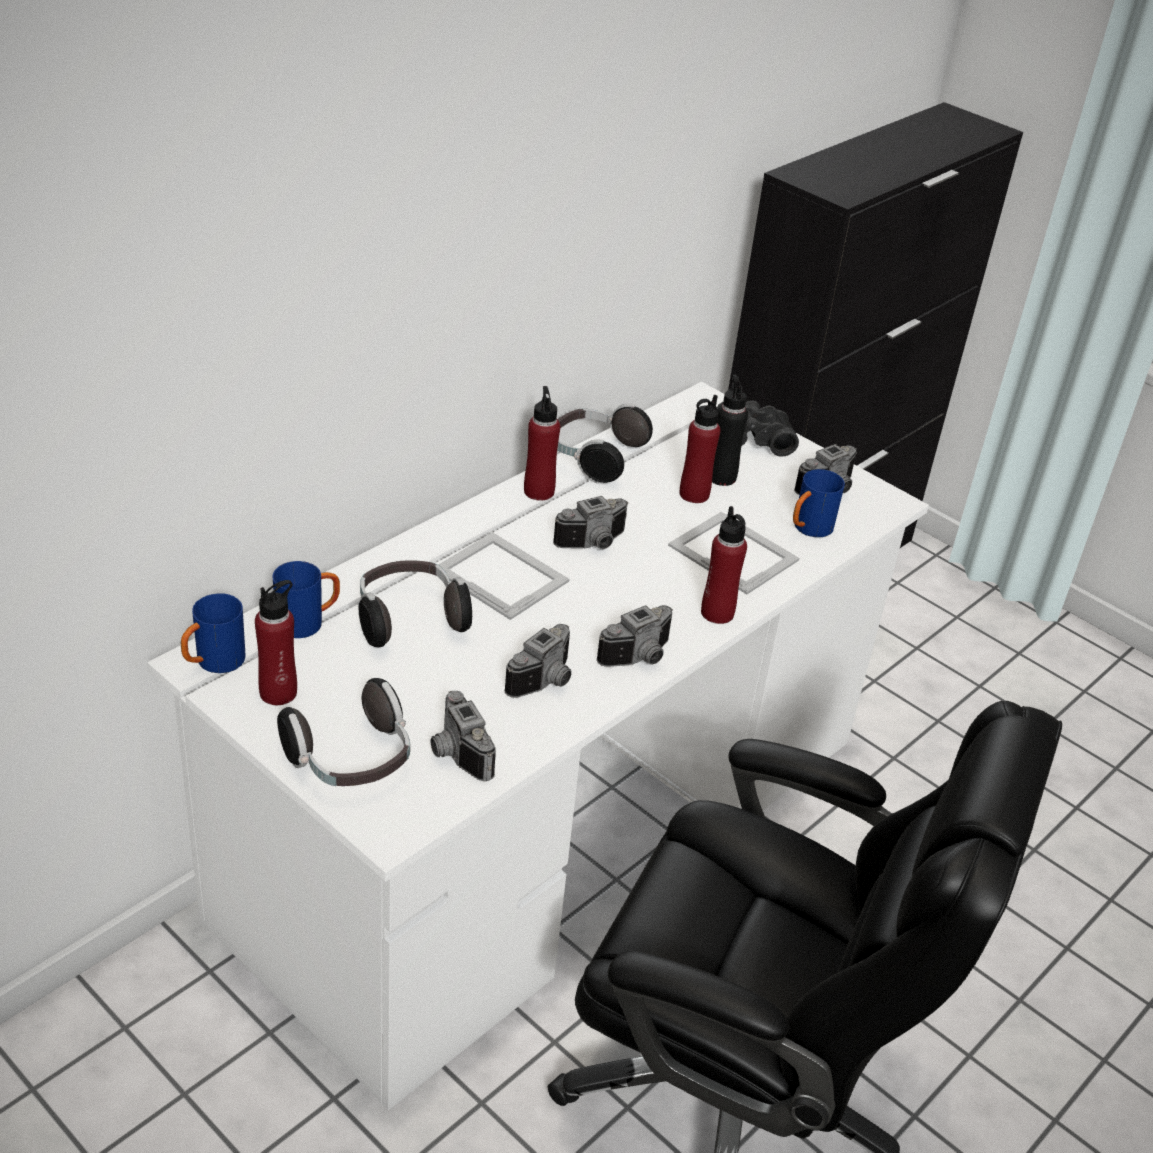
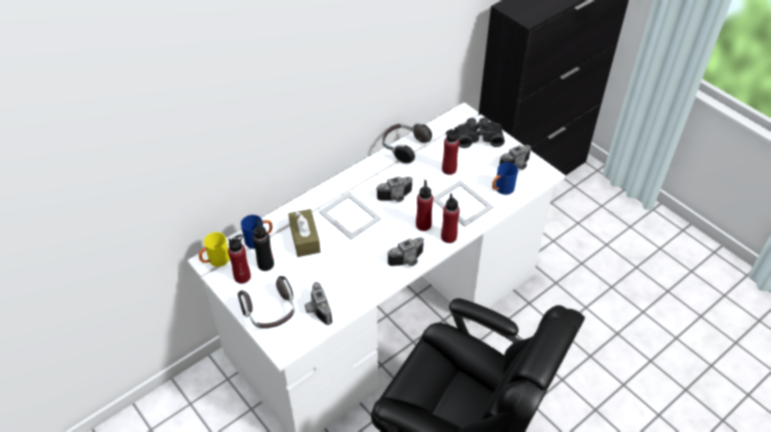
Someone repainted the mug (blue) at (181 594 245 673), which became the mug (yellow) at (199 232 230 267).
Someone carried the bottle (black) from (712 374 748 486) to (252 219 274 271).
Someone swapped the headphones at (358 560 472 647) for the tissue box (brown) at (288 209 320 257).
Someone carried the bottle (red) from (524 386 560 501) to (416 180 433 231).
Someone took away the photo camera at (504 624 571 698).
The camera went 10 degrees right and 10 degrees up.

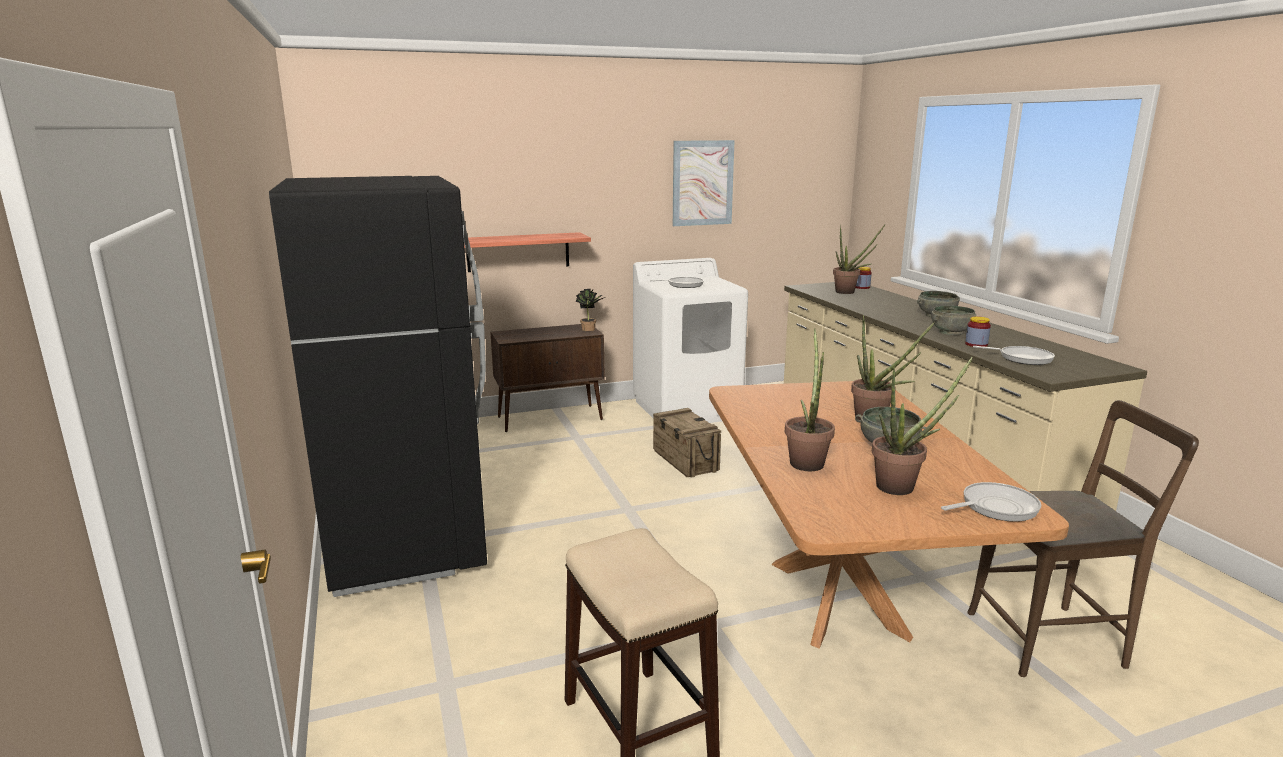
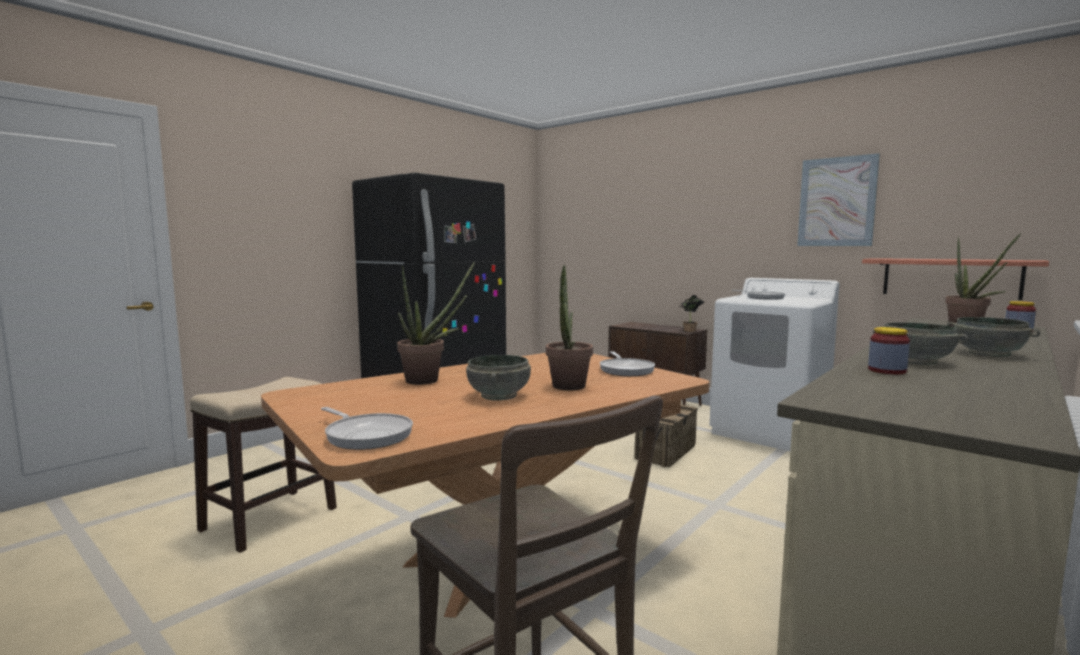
Someone carried the frying pan from (973 346 1055 365) to (600 351 655 376).
Someone carried the shelf from (464 232 591 272) to (862 258 1049 300).
Someone took away the potted plant at (872 357 973 495).
The camera went 60 degrees right and 10 degrees down.

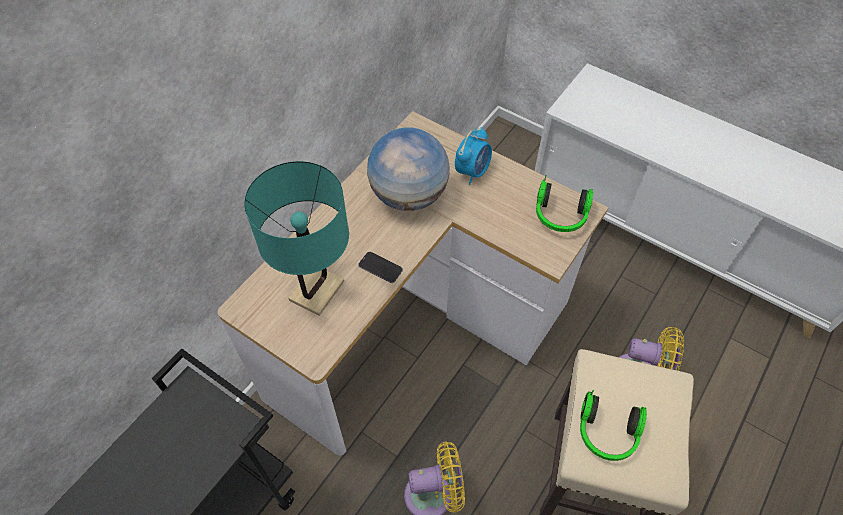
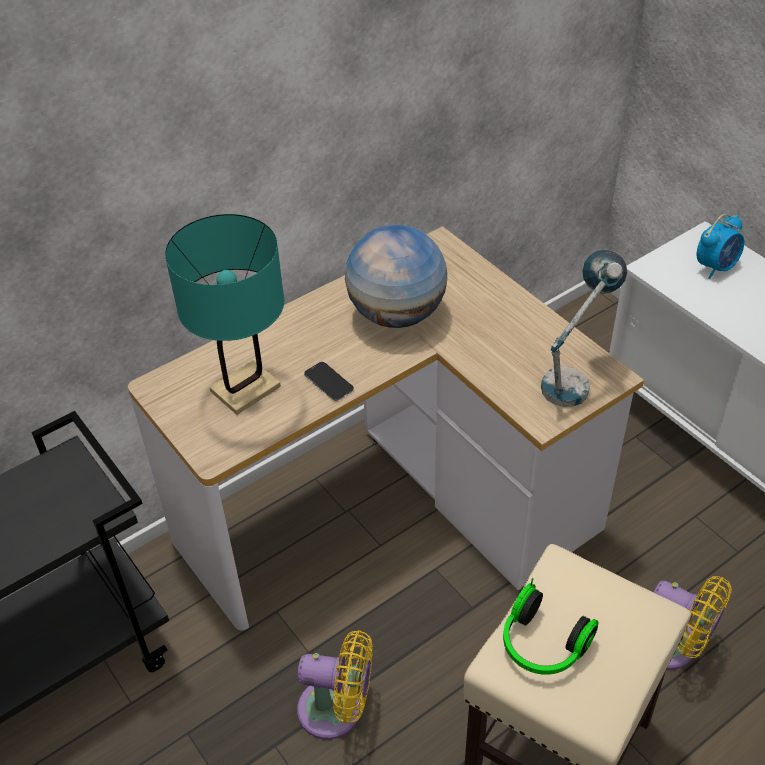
Someone swapped the headphones at (536 175 593 232) for the table lamp at (541 249 627 407).
Someone carried the alarm clock from (455 127 492 185) to (697 214 744 279).
The camera went 20 degrees right and 10 degrees down.

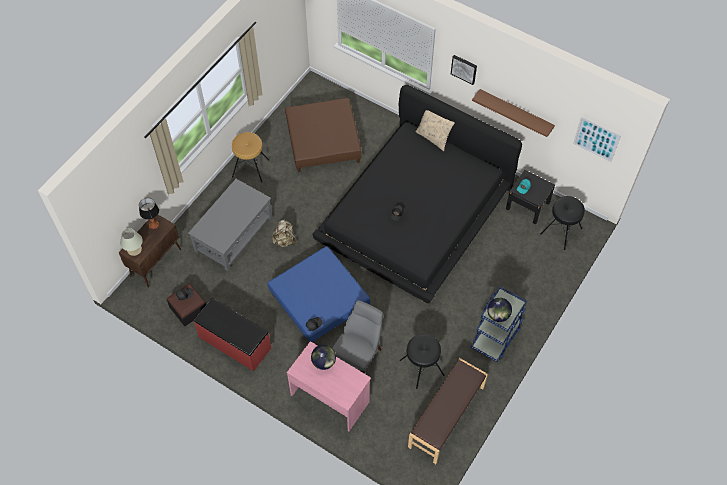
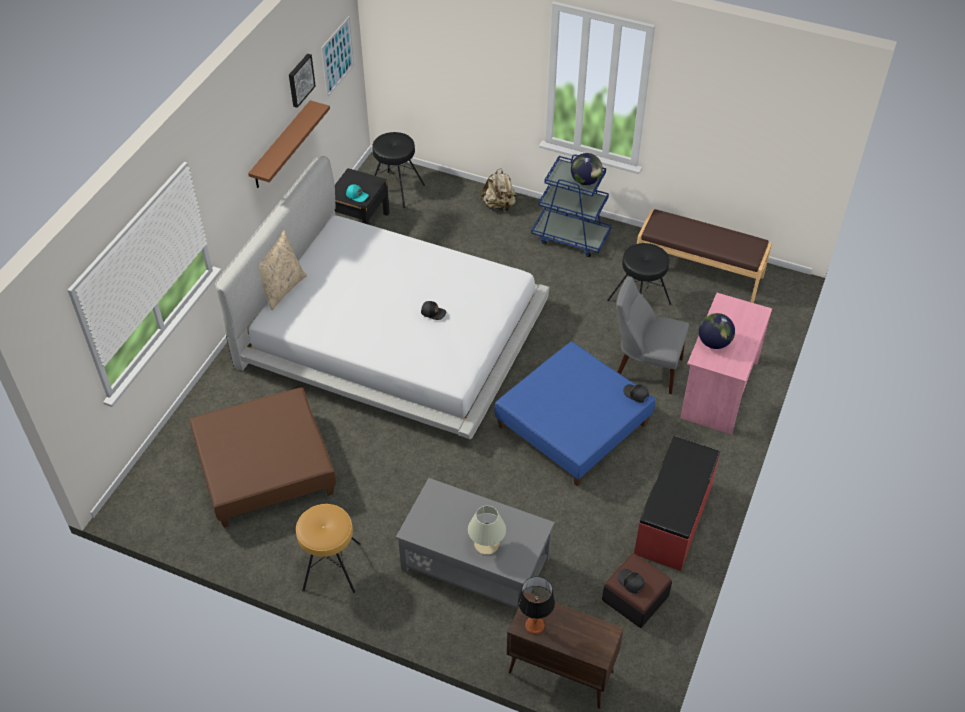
Someone repainted the bed (black) at (312 85 522 303), which became the bed (white) at (215 156 549 439).
Someone carried the picture from (451 55 477 85) to (289 54 316 108).
Someone carried the table lamp (beige) from (120 228 143 256) to (468 506 506 555).
Someone carried the backpack (beige) from (272 220 296 247) to (480 168 517 212).
The camera went 100 degrees left and 10 degrees down.

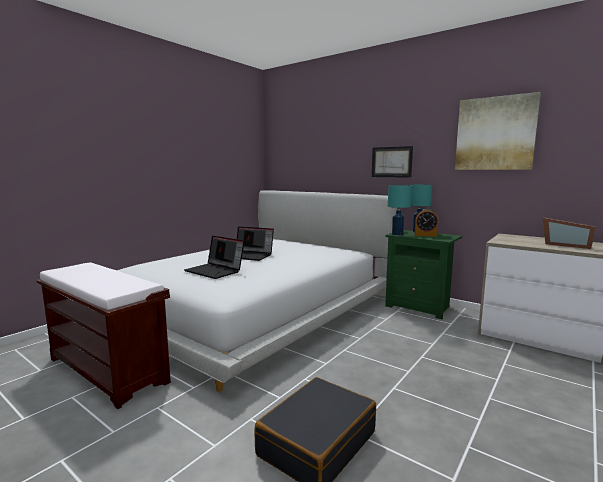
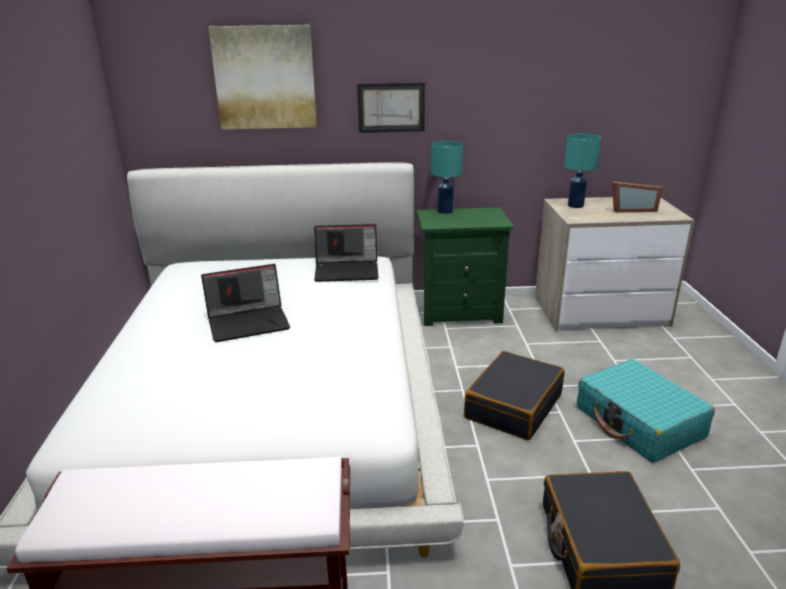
Someone carried the picture from (455 92 541 170) to (208 25 317 130).
Someone carried the laptop from (184 236 244 279) to (314 224 379 282).
Someone put down the suitcase (black) at (464 351 565 440).
Someone carried the table lamp (turquoise) from (388 185 412 236) to (564 133 601 208).
Someone put down the suitcase (turquoise) at (577 359 715 463).
Someone took away the alarm clock at (414 209 438 237).
The camera went 40 degrees left and 15 degrees up.

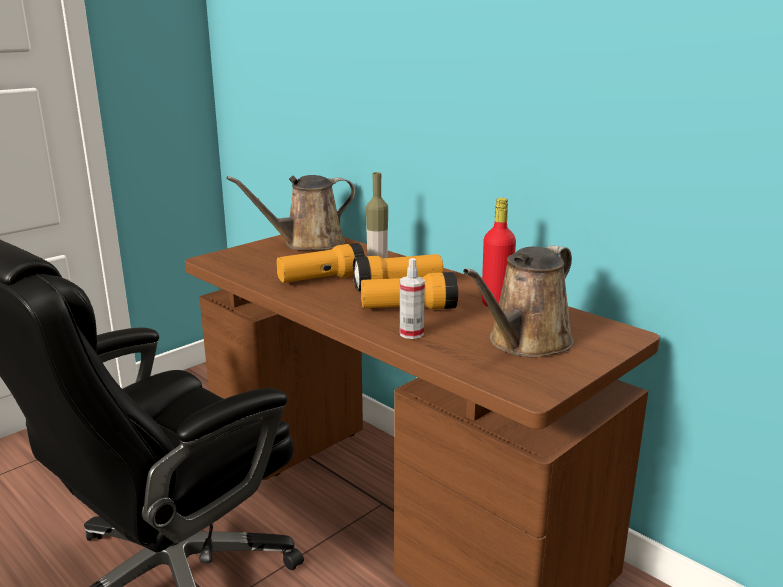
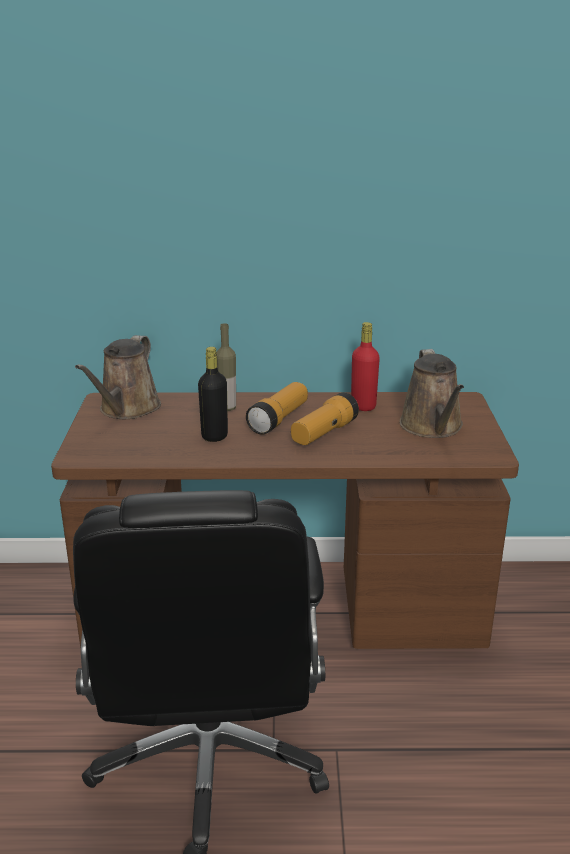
Someone swapped the flashlight at (276 243 365 283) for the bottle (black) at (198 347 228 442).
Someone took away the spray bottle at (400 258 425 339).
The camera went 45 degrees left and 5 degrees up.

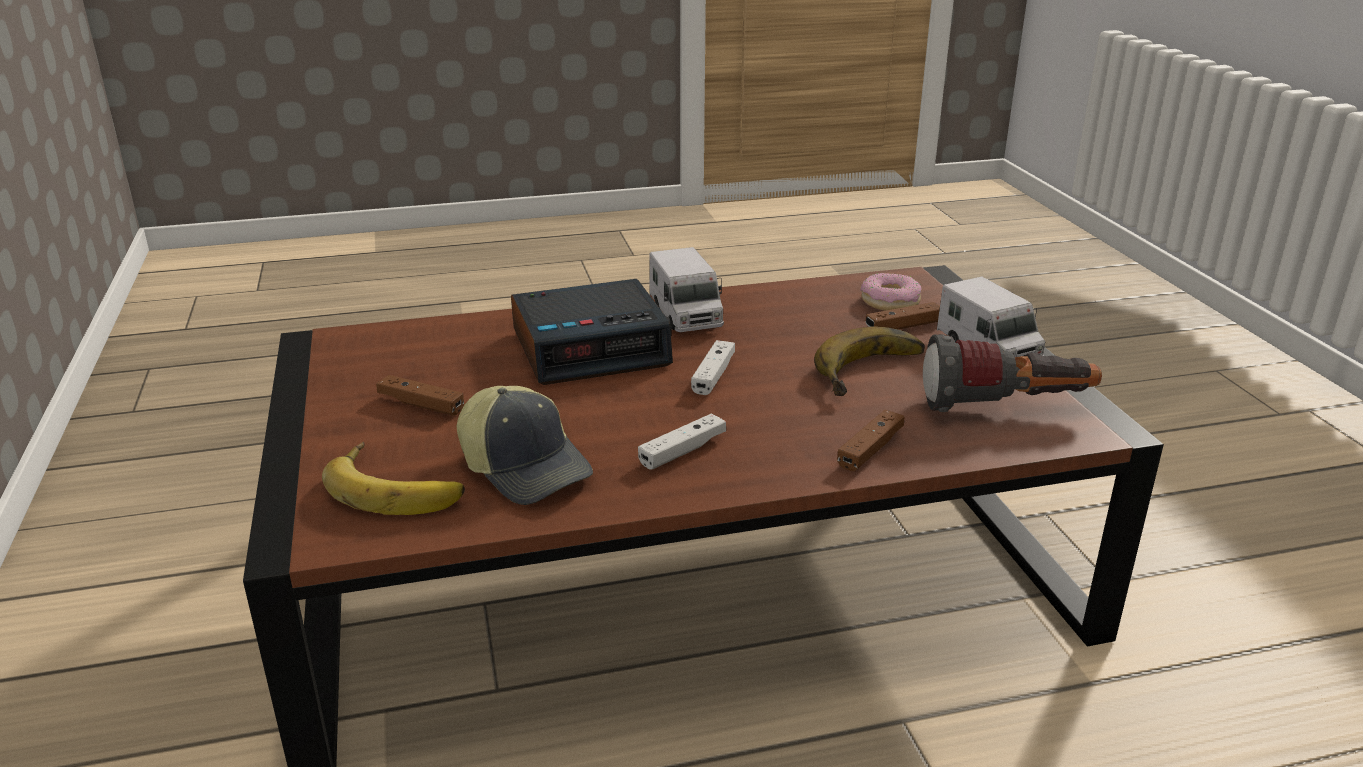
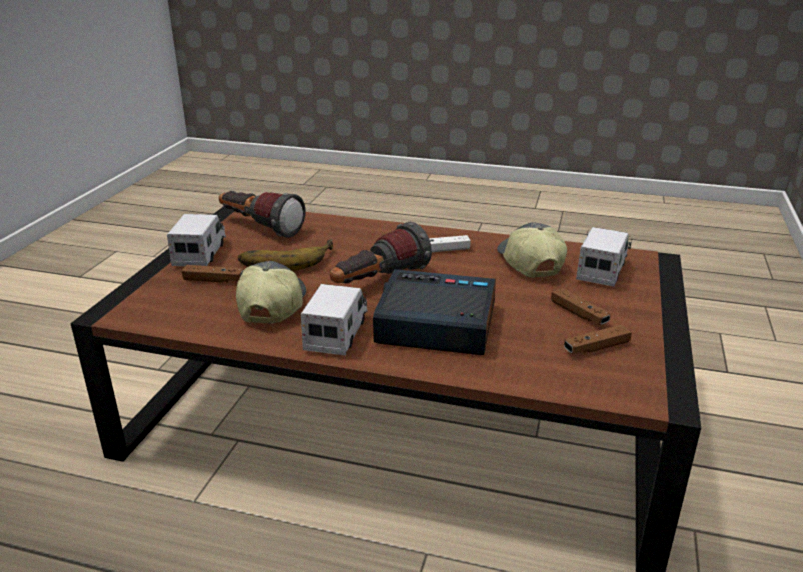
Someone put down the cap at (236 261 306 324).
Someone swapped the game controller (white) at (691 340 735 395) for the flashlight at (330 222 432 283).
Someone carried the game controller (brown) from (837 409 905 471) to (564 325 632 354).
Someone swapped the banana at (322 442 465 515) for the toy truck at (576 227 632 287).
Someone took away the donut at (860 273 922 311).
The camera went 150 degrees left and 0 degrees up.

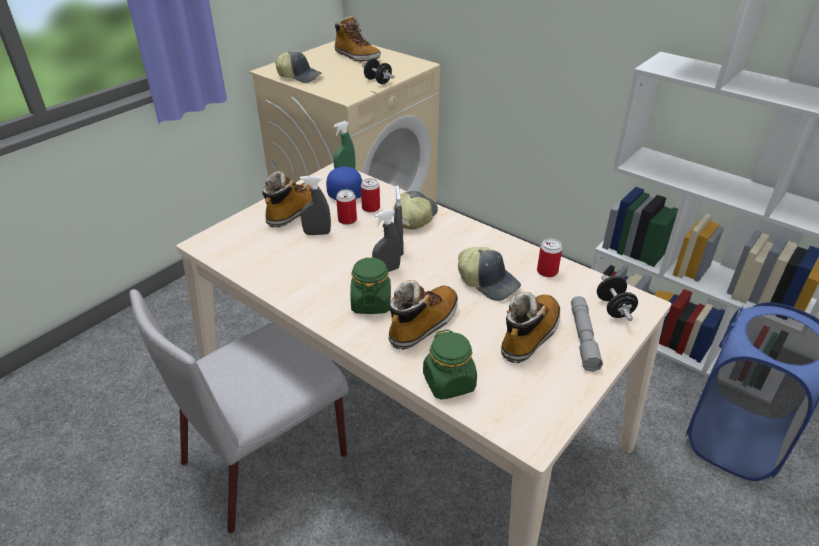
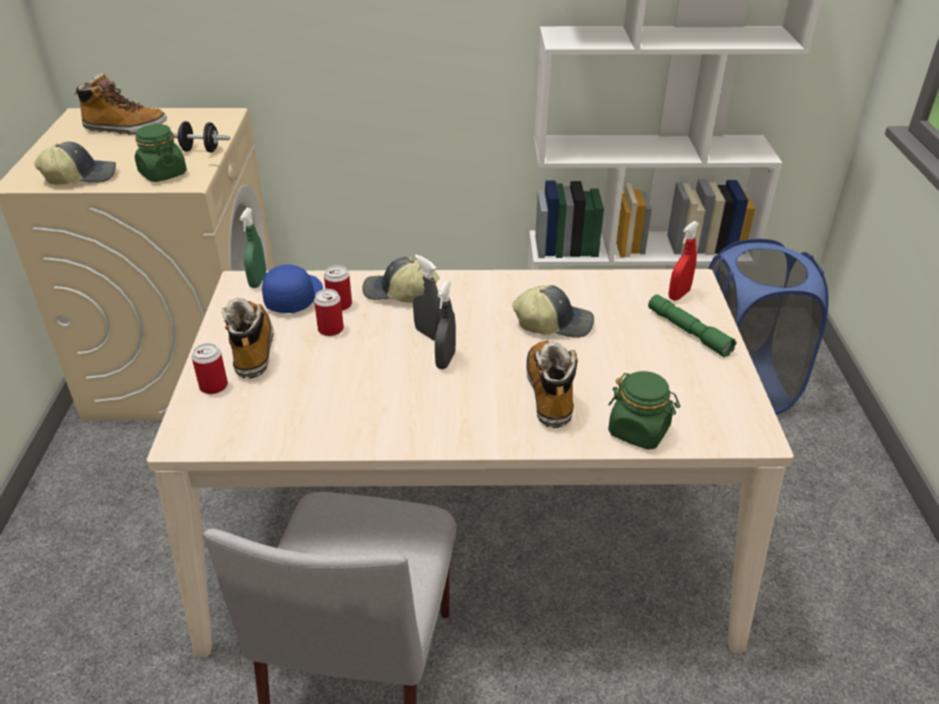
Someone carried the jar (green) from (350 257 391 314) to (135 124 187 182).
Someone carried the can from (537 239 562 277) to (192 343 228 394).
Someone rotated the cap at (393 191 438 229) by 60 degrees counterclockwise.
Someone repainted the flashlight (grey) at (571 296 603 372), which became the flashlight (green) at (648 294 736 357).
Someone swapped the dumbbell (black) at (597 275 638 321) for the spray bottle (red) at (669 221 699 301).
Someone took away the spray bottle (grey) at (300 176 331 235).
Someone took away the boot at (501 292 560 363).
The camera went 40 degrees left and 0 degrees up.

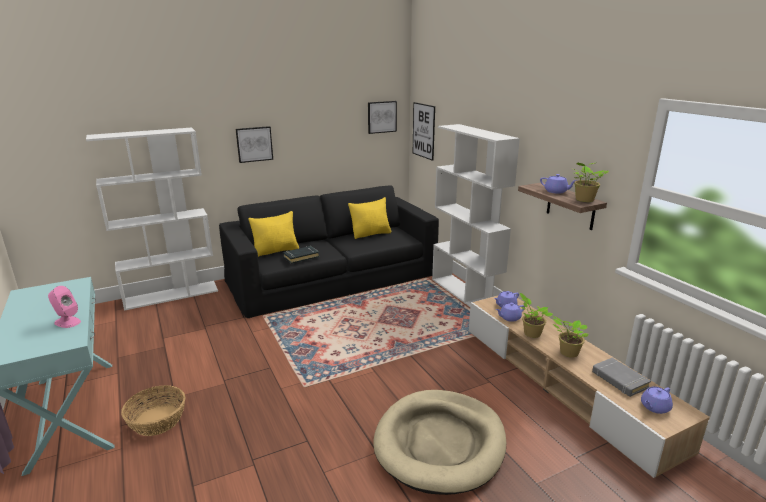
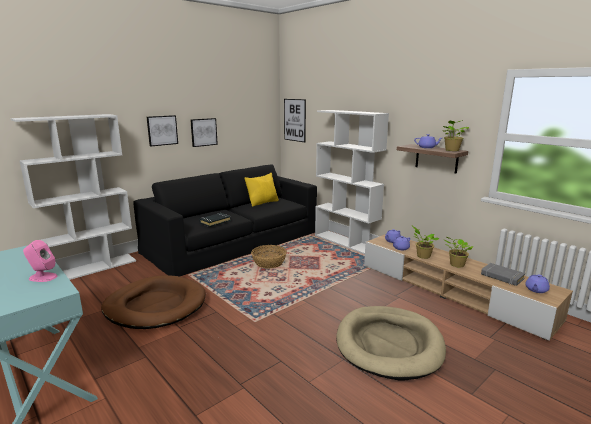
Someone put down the dog bed (brown) at (101 275 206 329).
Someone carried the picture from (368 101 397 134) to (190 118 218 147).
Someone carried the basket from (121 385 185 436) to (251 245 287 268).
Someone took away the pillow (yellow) at (248 211 299 257).
The camera went 15 degrees left and 5 degrees down.

